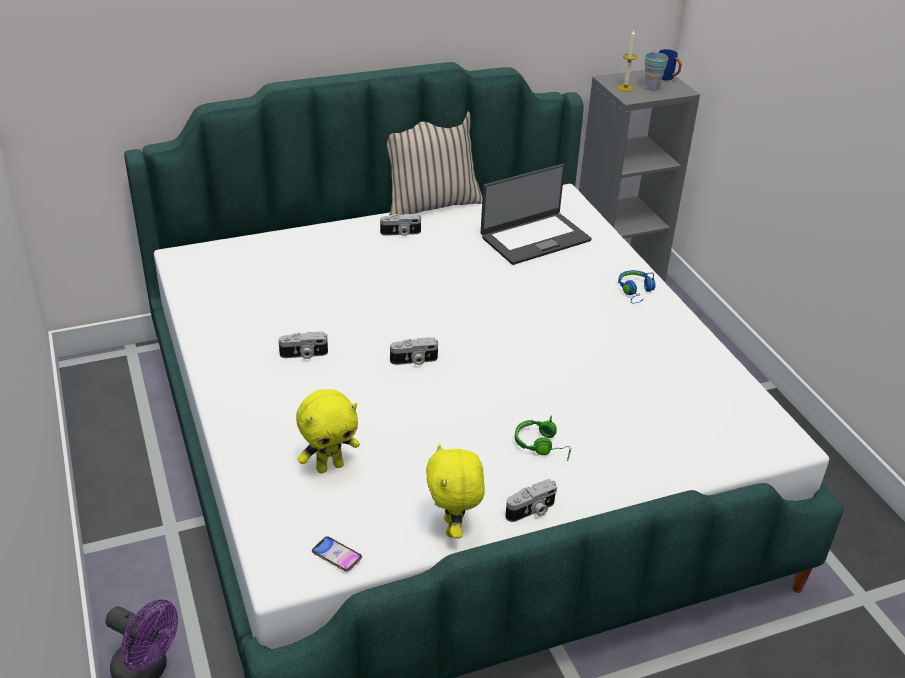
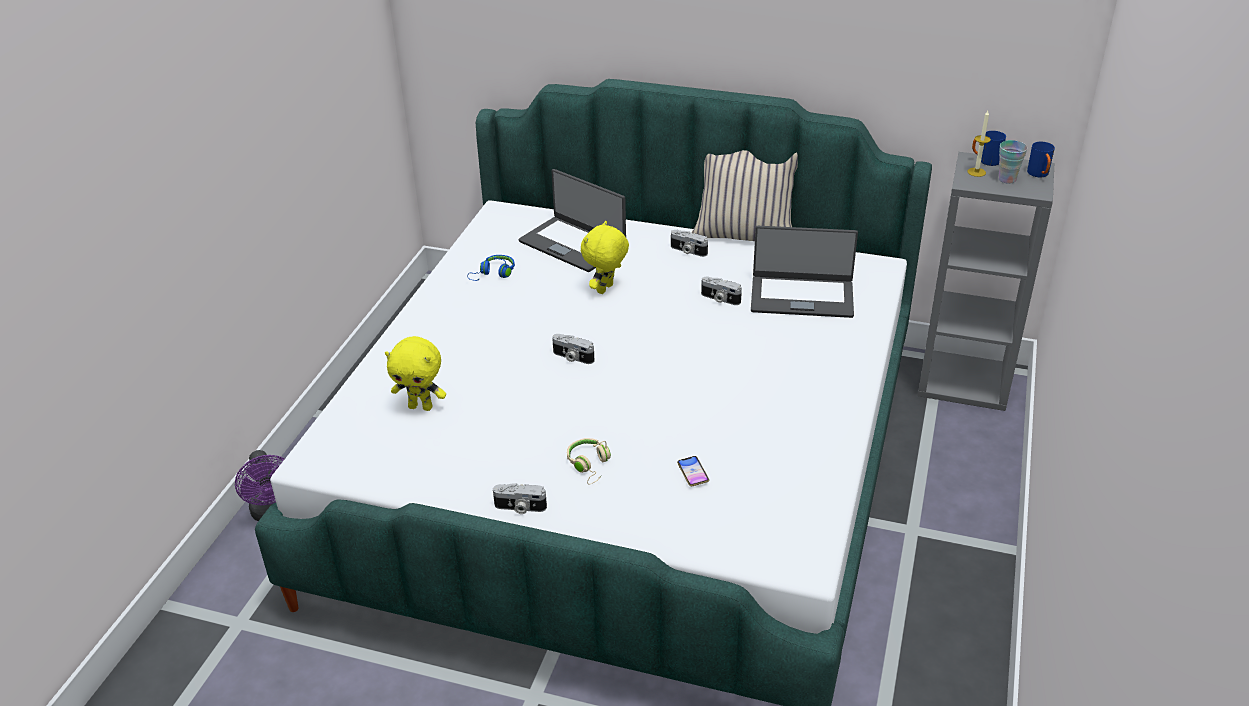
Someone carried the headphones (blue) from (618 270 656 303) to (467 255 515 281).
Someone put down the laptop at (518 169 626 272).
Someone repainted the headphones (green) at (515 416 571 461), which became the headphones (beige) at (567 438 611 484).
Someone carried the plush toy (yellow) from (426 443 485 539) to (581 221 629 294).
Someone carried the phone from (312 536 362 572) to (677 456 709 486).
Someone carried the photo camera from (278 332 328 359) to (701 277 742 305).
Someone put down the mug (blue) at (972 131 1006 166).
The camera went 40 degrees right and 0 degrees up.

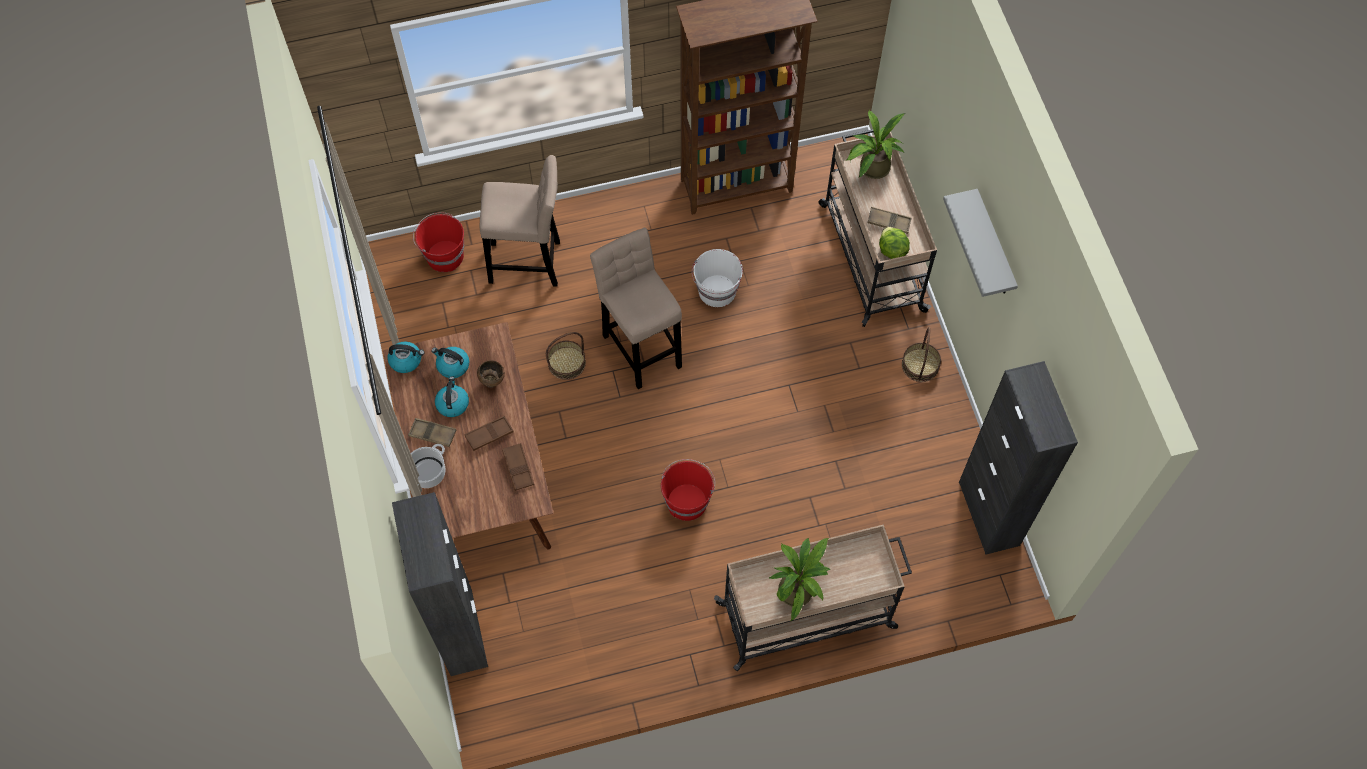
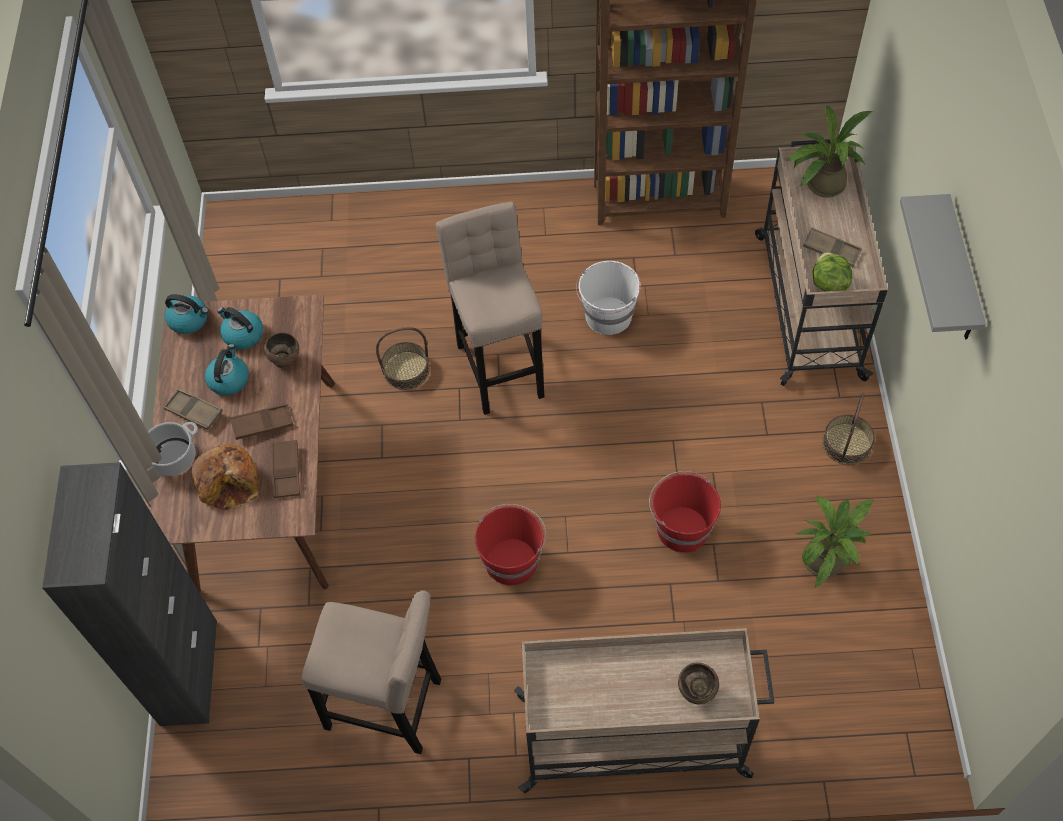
Someone put down the bread at (192 444 261 511).
Someone carried the stool (beige) from (480 155 560 287) to (302 590 441 754).
Someone carried the bucket (red) from (413 212 464 272) to (649 471 721 553).
Someone put down the bowl (brown) at (678 663 719 704).
Someone carried the potted plant from (769 538 831 621) to (796 496 874 587).
Someone took away the cabinet (black) at (959 361 1078 555).
The camera went 15 degrees right and 5 degrees down.

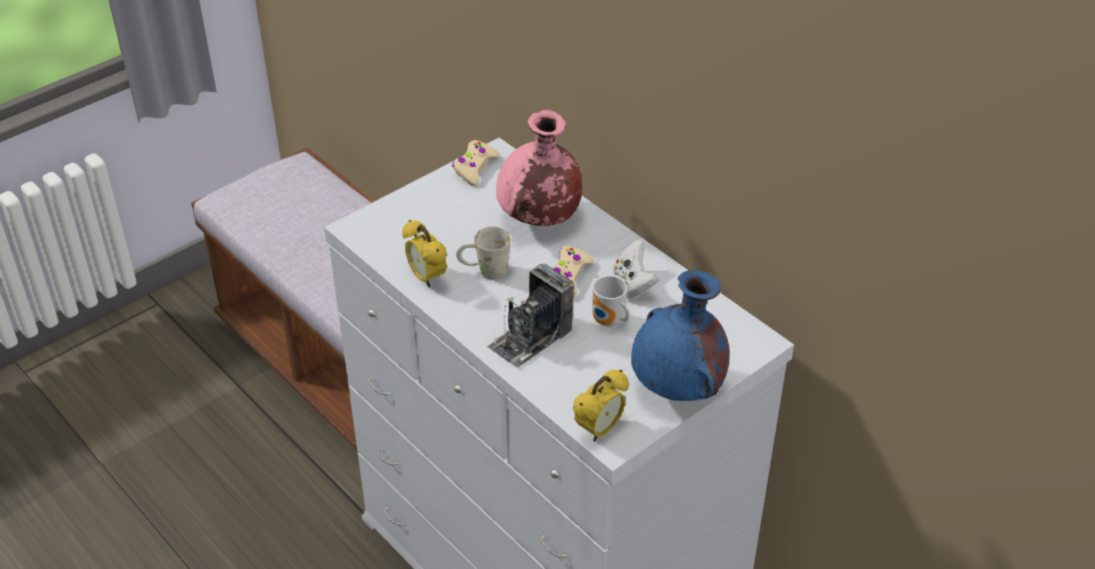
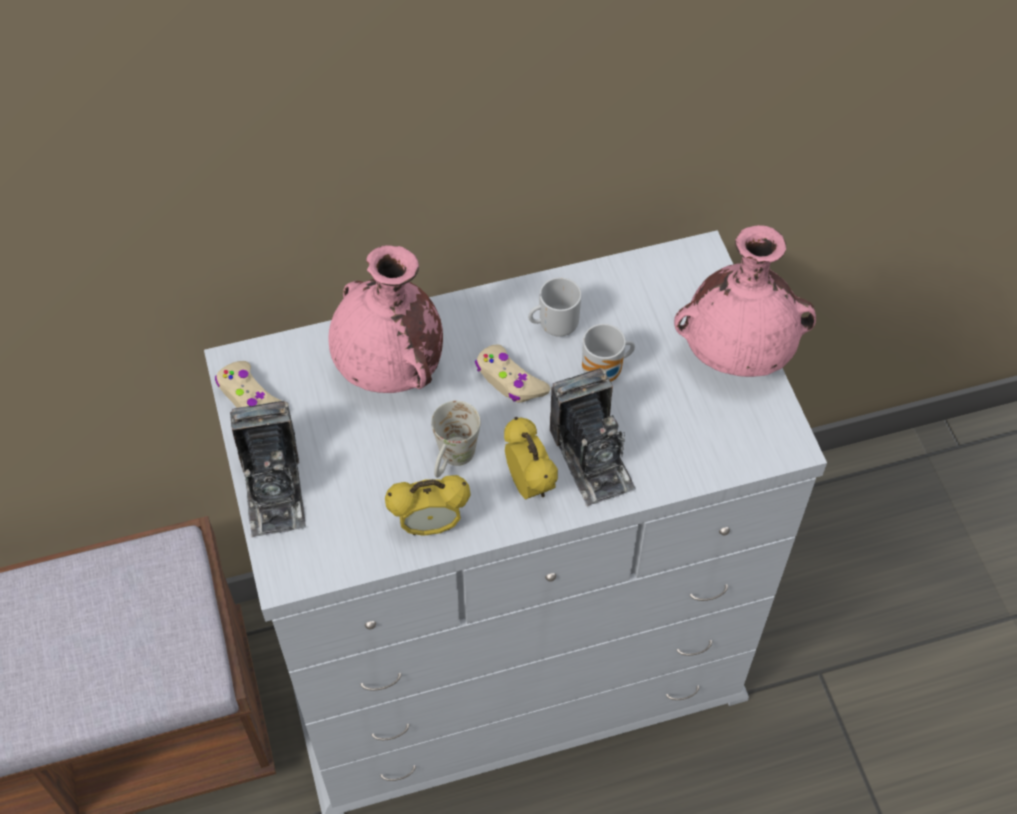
Someone put down the photo camera at (230 401 306 538).
Someone carried the alarm clock from (573 369 629 442) to (504 417 558 500).
Someone swapped the game controller (white) at (613 240 659 299) for the mug at (528 277 582 337).
Someone repainted the vase (blue) at (631 270 730 401), which became the vase (pink) at (674 225 816 377).
The camera went 65 degrees left and 15 degrees up.

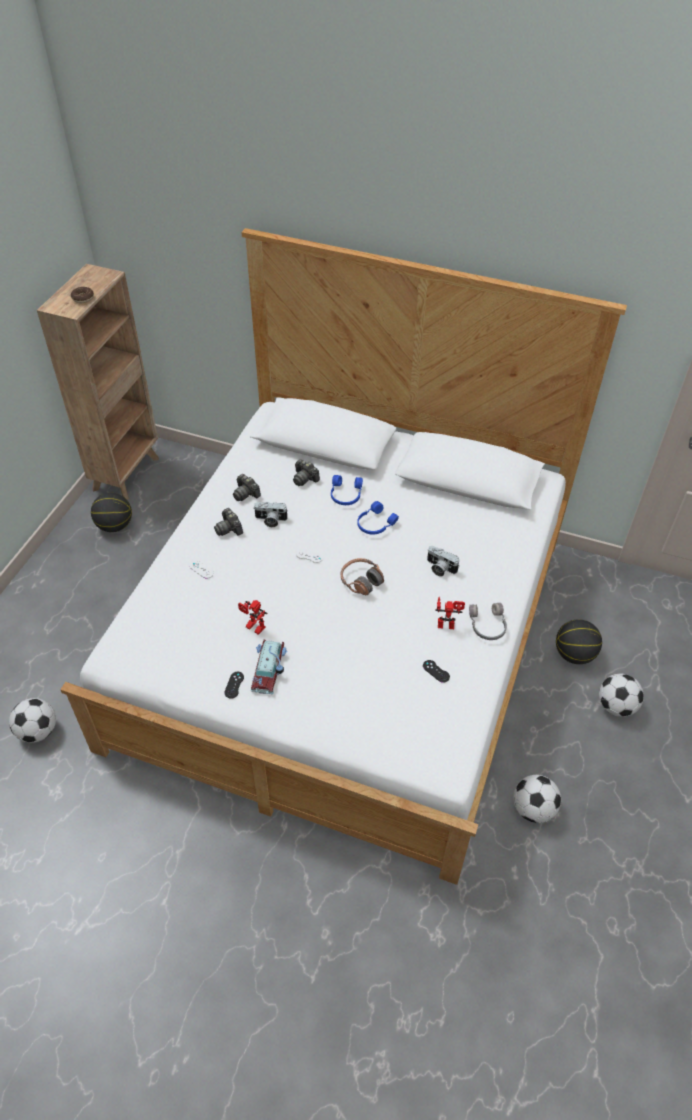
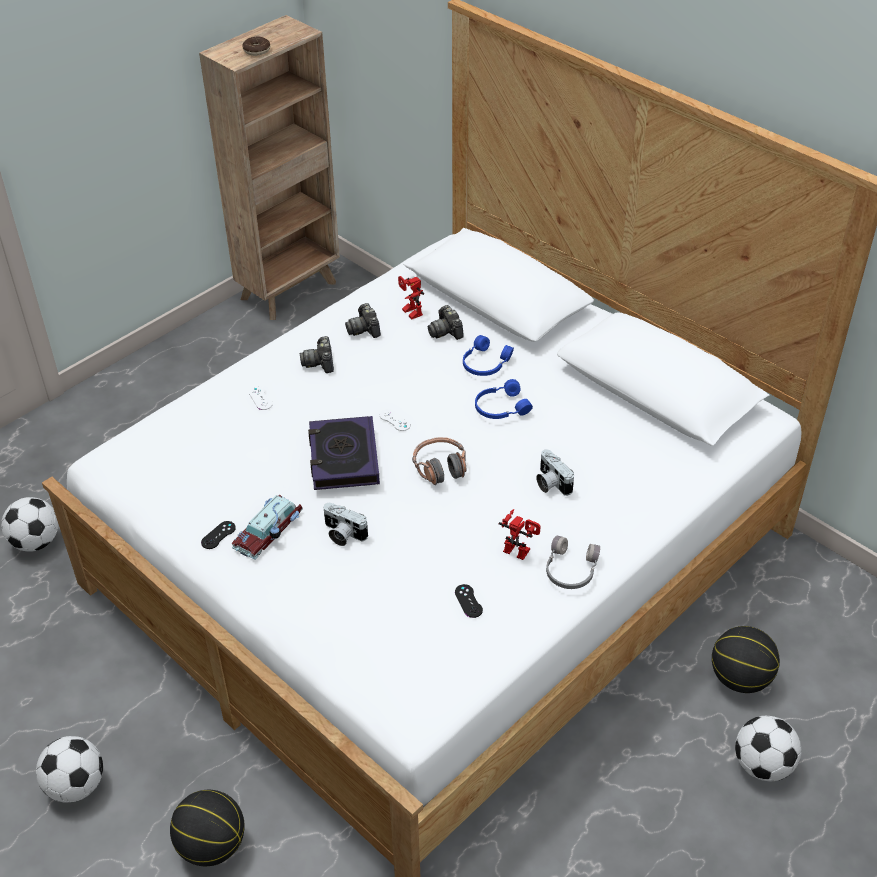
Someone carried the football from (513 775 561 823) to (36 736 103 803).
Someone carried the basketball from (91 493 132 532) to (170 790 245 866).
Someone put down the book at (308 416 380 490).
Someone carried the photo camera from (254 502 288 527) to (323 503 368 546).
Someone carried the toy robot from (238 600 267 635) to (398 276 424 319).
The camera went 25 degrees right and 5 degrees down.

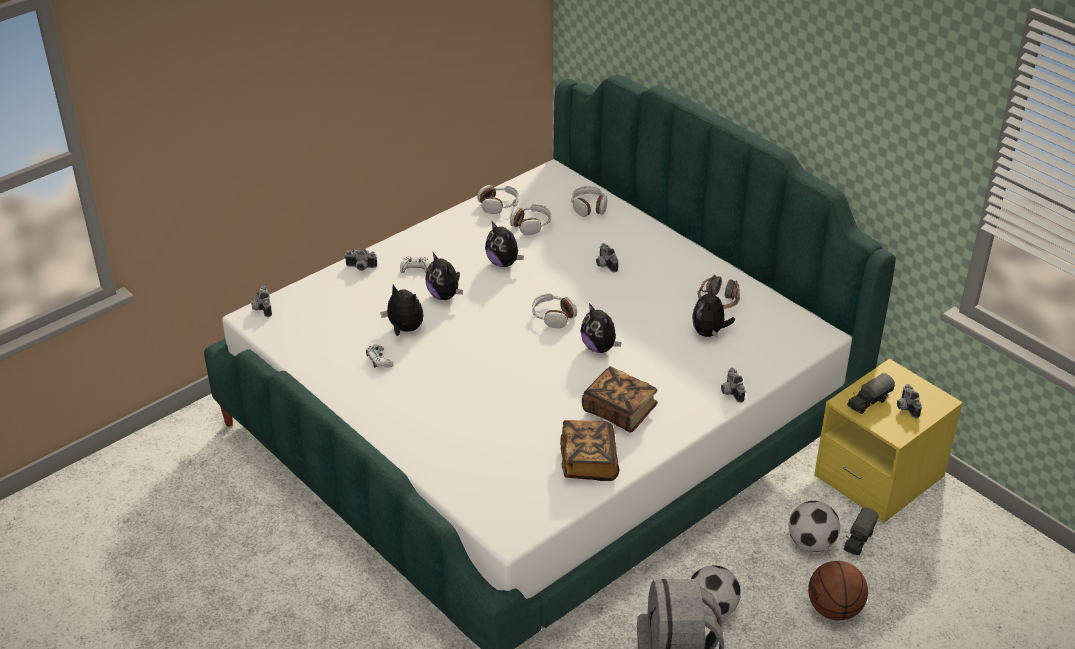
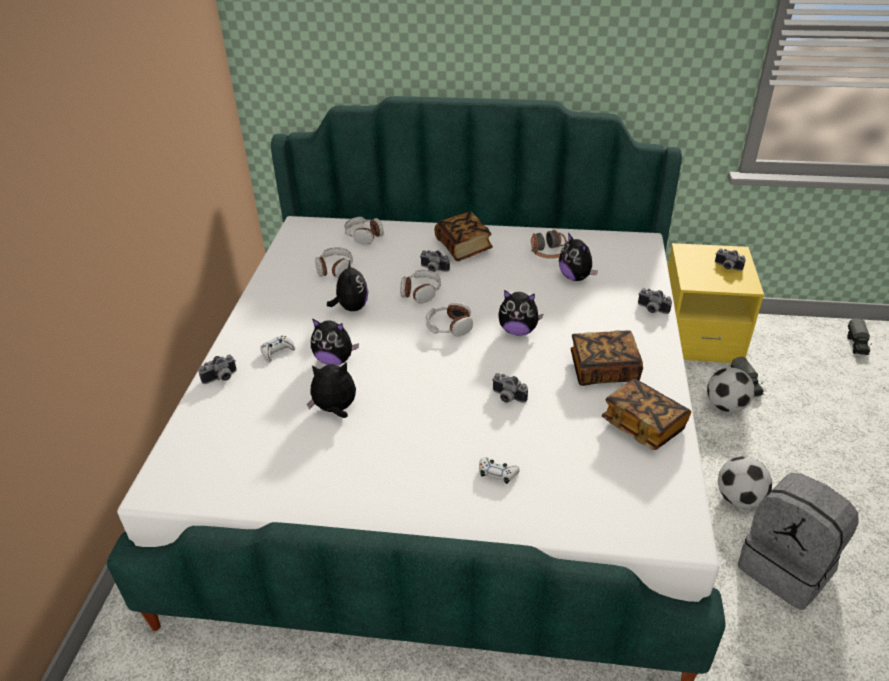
Someone rotated the plush toy at (485 221 524 267) by 105 degrees counterclockwise.
Someone carried the headphones from (477 185 519 214) to (400 270 441 304).
Someone put down the book at (435 211 493 261).
Someone carried the game controller (white) from (366 344 394 368) to (479 457 520 484).
Someone carried the photo camera from (251 286 272 317) to (492 373 528 403).
Someone carried the toy truck from (847 373 895 414) to (847 318 871 355).
Someone took away the basketball at (808 561 868 620).
The camera went 40 degrees left and 0 degrees up.

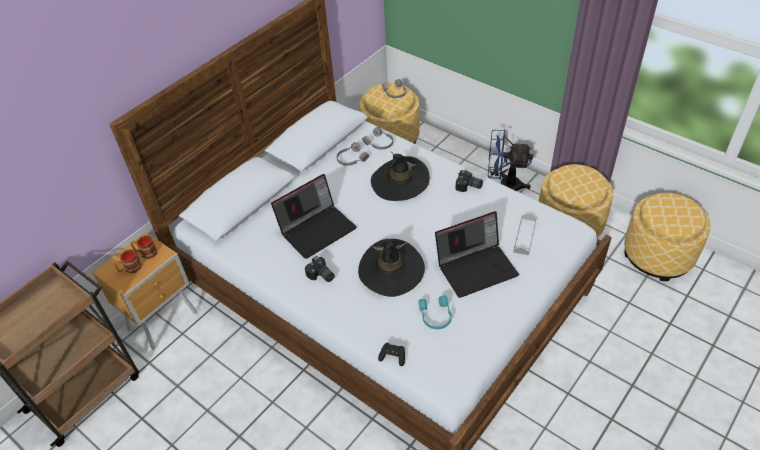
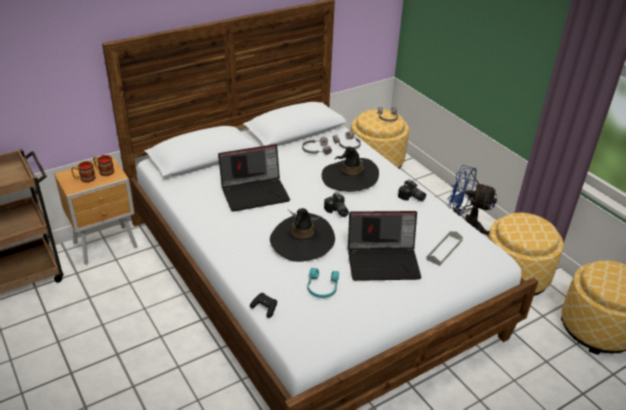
Someone carried the photo camera from (305 256 335 282) to (324 193 349 217).
The camera went 15 degrees right and 10 degrees down.

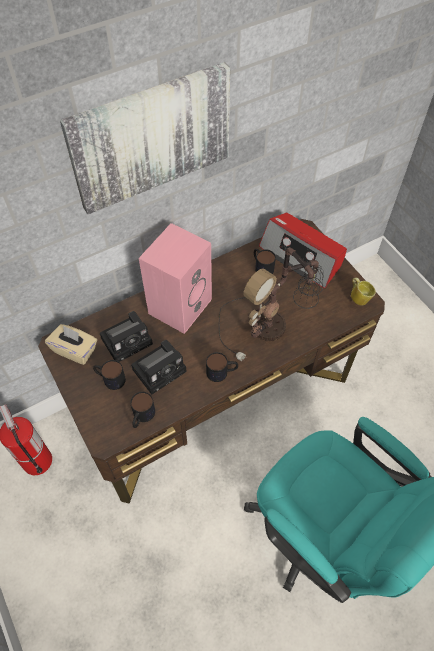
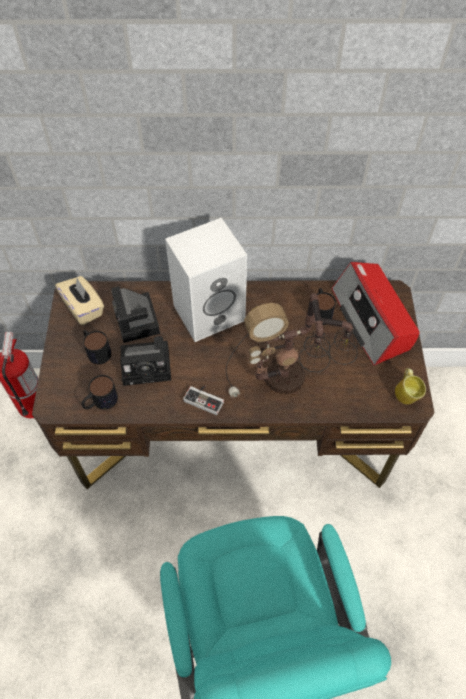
Someone rotated the photo camera at (100 311 153 362) by 75 degrees clockwise.
Someone repainted the speaker (pink) at (139 223 212 334), which became the speaker (white) at (165 218 247 342).
Someone swapped the mug at (206 352 238 382) for the game controller at (183 385 224 415).
Someone took away the picture at (60 62 230 214).
The camera went 30 degrees right and 0 degrees up.

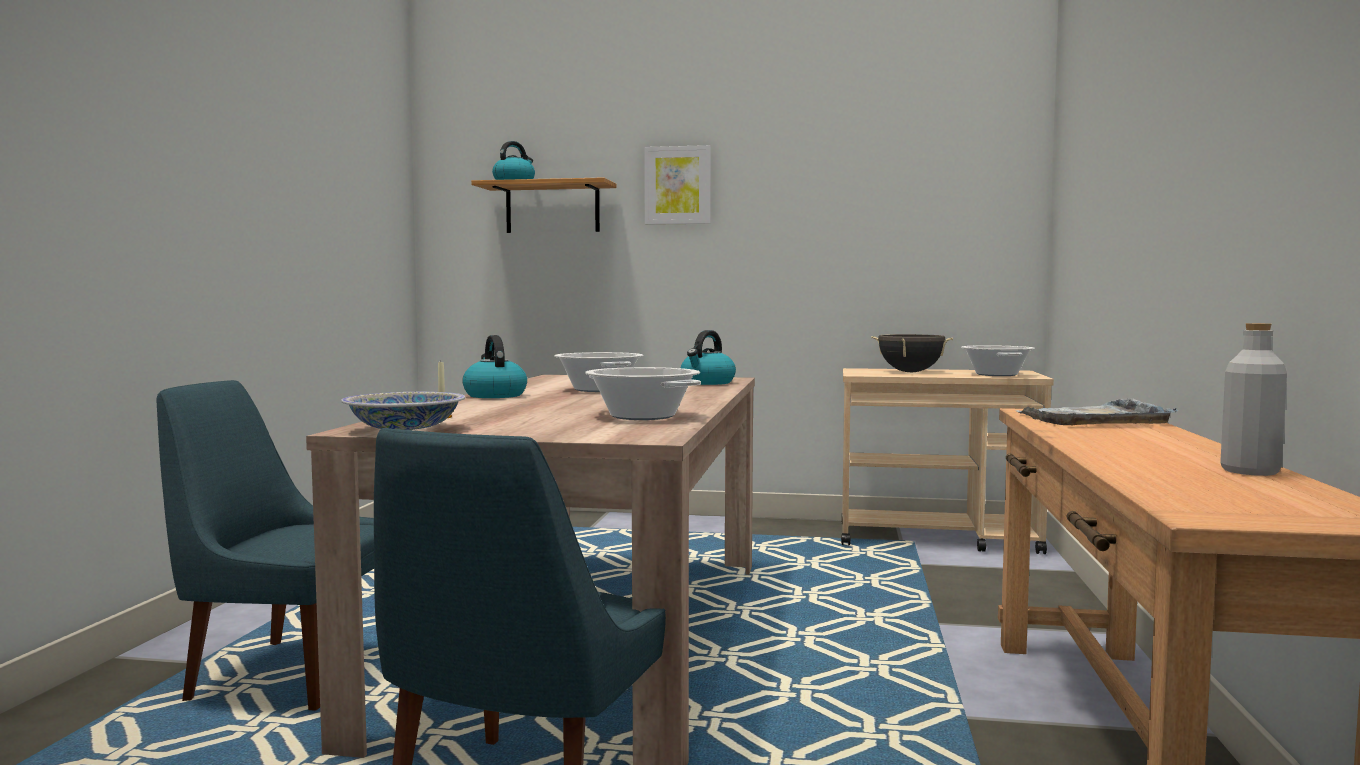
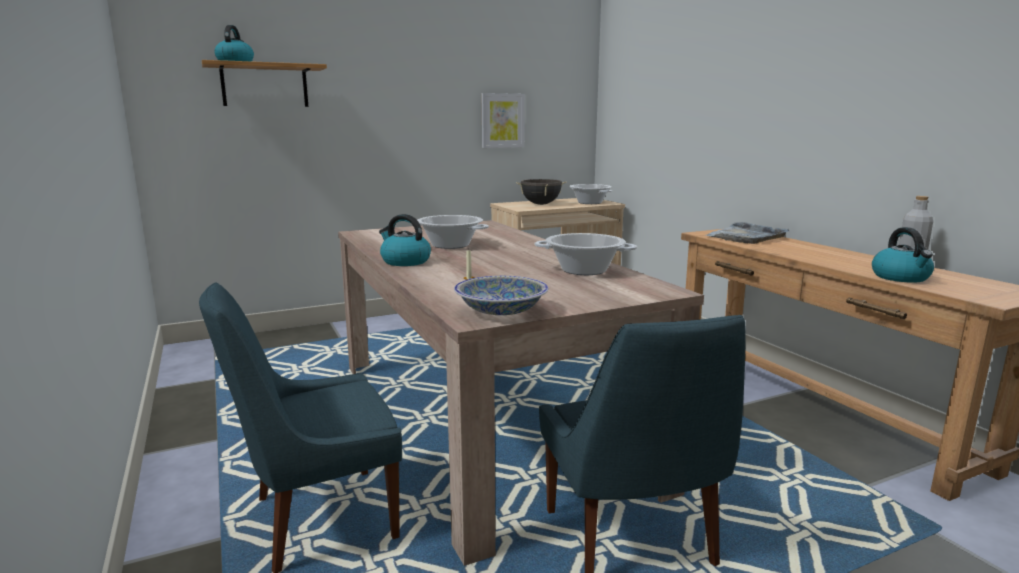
Someone carried the picture from (644 145 711 225) to (482 93 525 148).
Someone carried the kettle from (681 330 736 385) to (872 227 934 283).
The camera went 35 degrees left and 10 degrees up.

